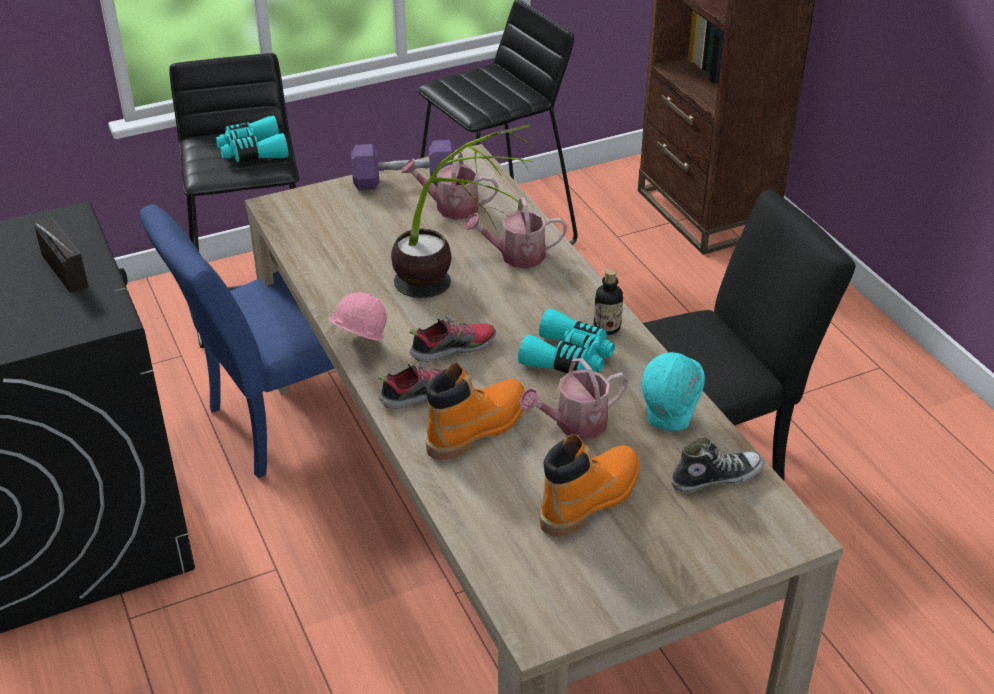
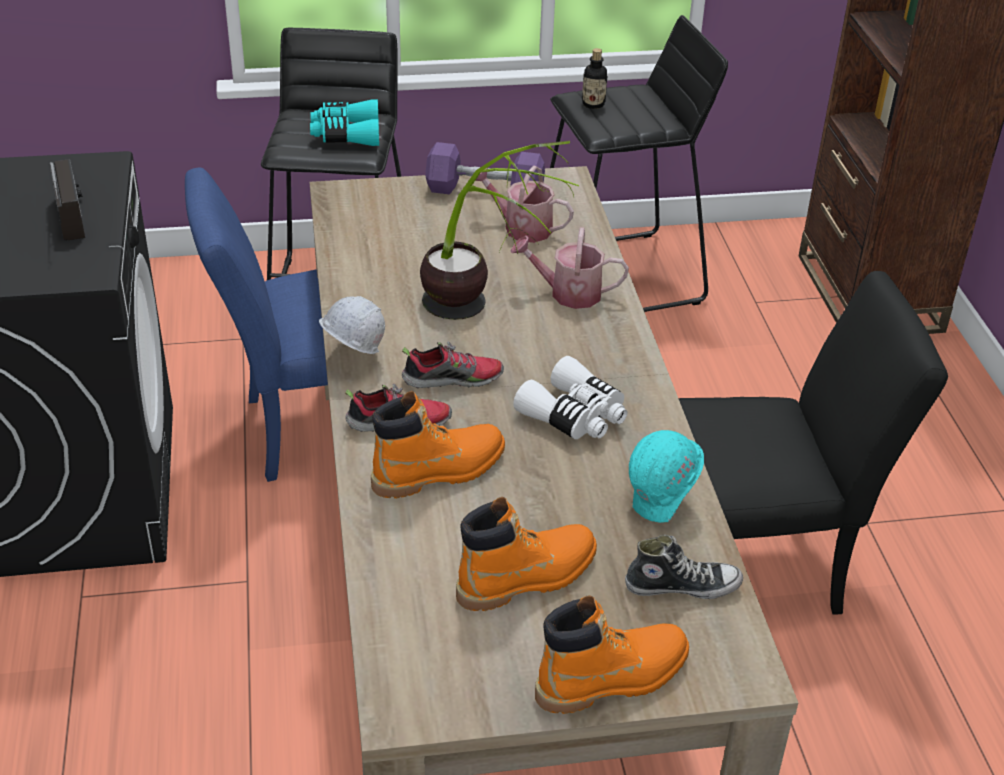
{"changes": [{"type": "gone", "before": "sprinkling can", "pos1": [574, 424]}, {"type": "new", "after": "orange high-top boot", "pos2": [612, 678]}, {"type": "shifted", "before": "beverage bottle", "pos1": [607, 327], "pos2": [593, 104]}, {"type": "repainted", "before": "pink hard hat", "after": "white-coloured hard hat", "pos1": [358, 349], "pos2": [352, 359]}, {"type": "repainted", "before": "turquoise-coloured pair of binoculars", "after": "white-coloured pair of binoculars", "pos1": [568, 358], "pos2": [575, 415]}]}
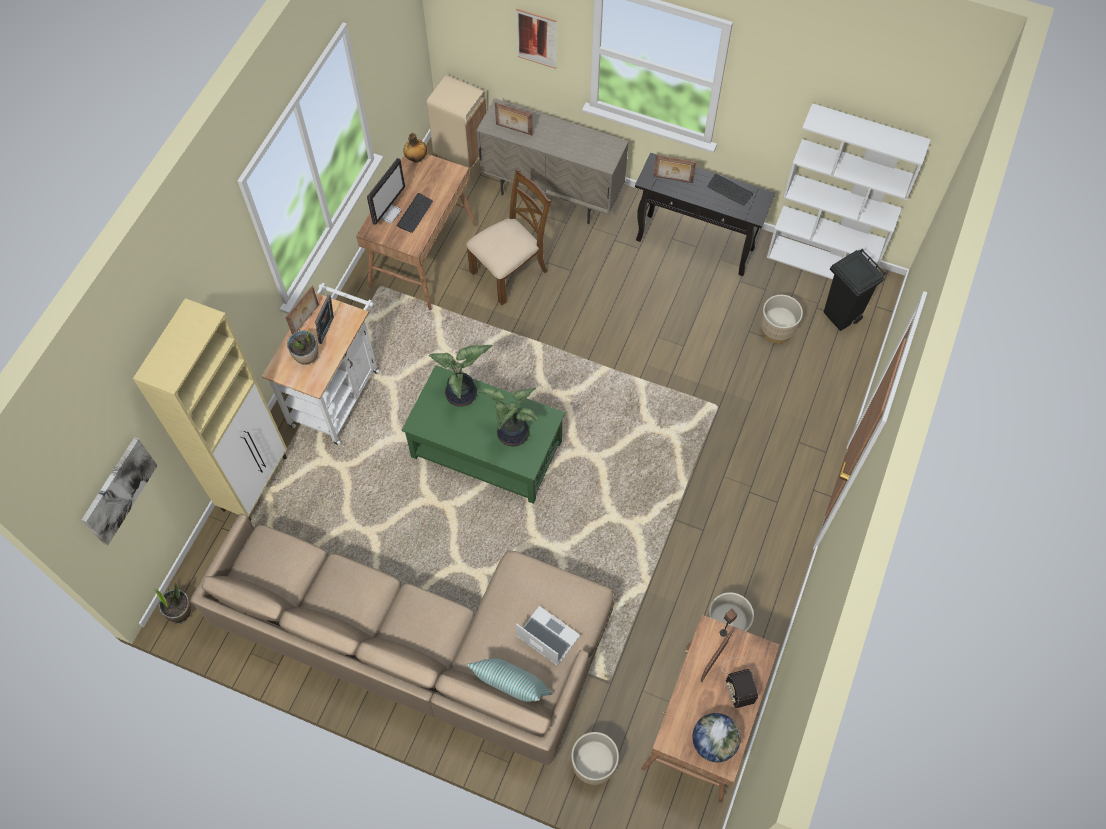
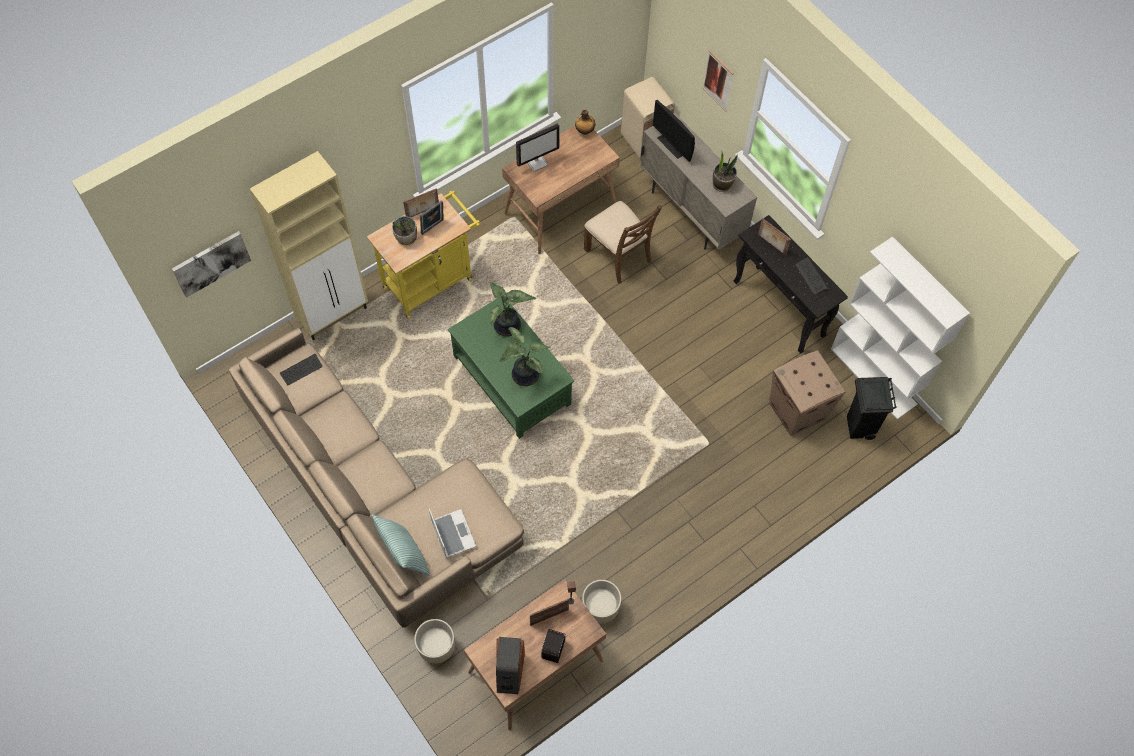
{"changes": [{"type": "shifted", "before": "houseplant", "pos1": [180, 612], "pos2": [722, 184]}, {"type": "shifted", "before": "PC keyboard", "pos1": [415, 213], "pos2": [301, 370]}, {"type": "swapped", "before": "standing frame", "after": "computer screen", "pos1": [514, 130], "pos2": [672, 145]}, {"type": "swapped", "before": "globe", "after": "loudspeaker", "pos1": [713, 742], "pos2": [509, 672]}, {"type": "swapped", "before": "beige planter", "after": "carton", "pos1": [776, 330], "pos2": [798, 410]}, {"type": "repainted", "before": "white-coloured trolley", "after": "yellow trolley", "pos1": [337, 393], "pos2": [432, 280]}, {"type": "rotated", "before": "brownish chair", "pos1": [510, 271], "pos2": [618, 255], "turn": 60}]}
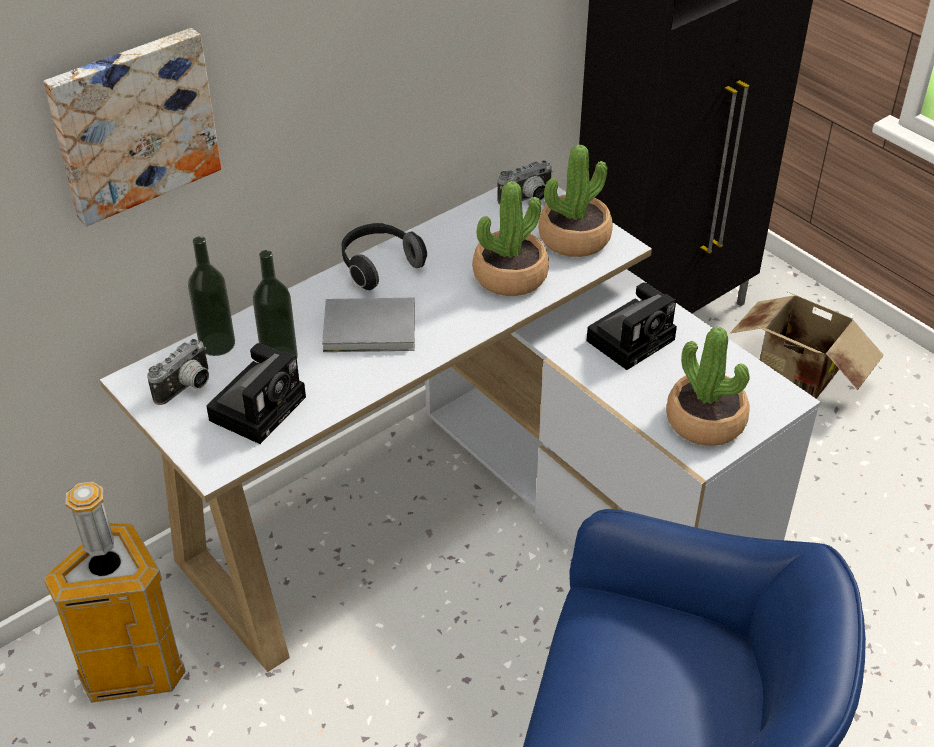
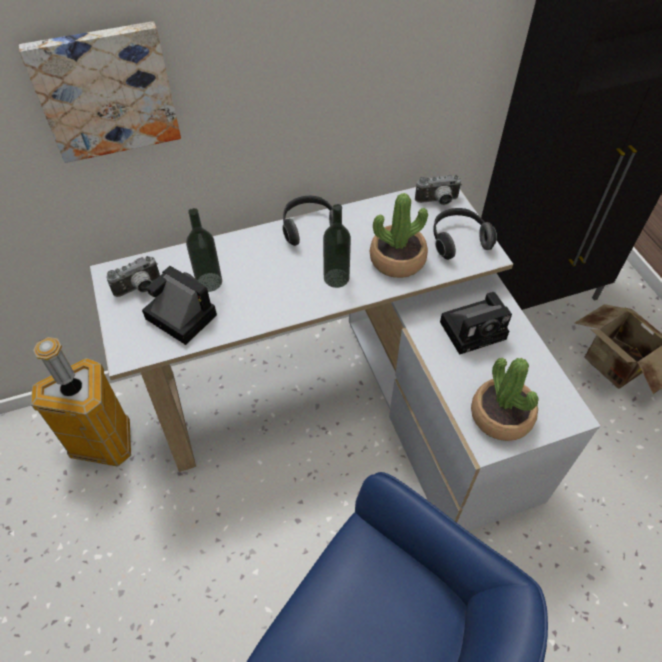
{"changes": [{"type": "gone", "before": "greyish book", "pos1": [372, 329]}, {"type": "shifted", "before": "beverage bottle", "pos1": [217, 344], "pos2": [336, 278]}, {"type": "swapped", "before": "houseplant", "after": "headset", "pos1": [574, 238], "pos2": [458, 241]}, {"type": "rotated", "before": "still camera", "pos1": [259, 406], "pos2": [178, 316], "turn": -105}]}
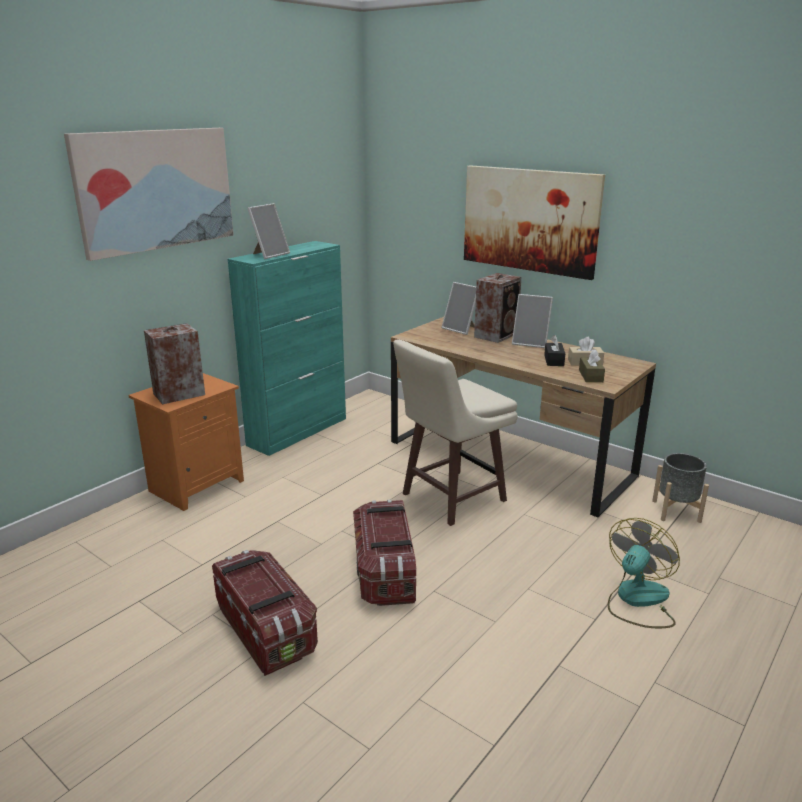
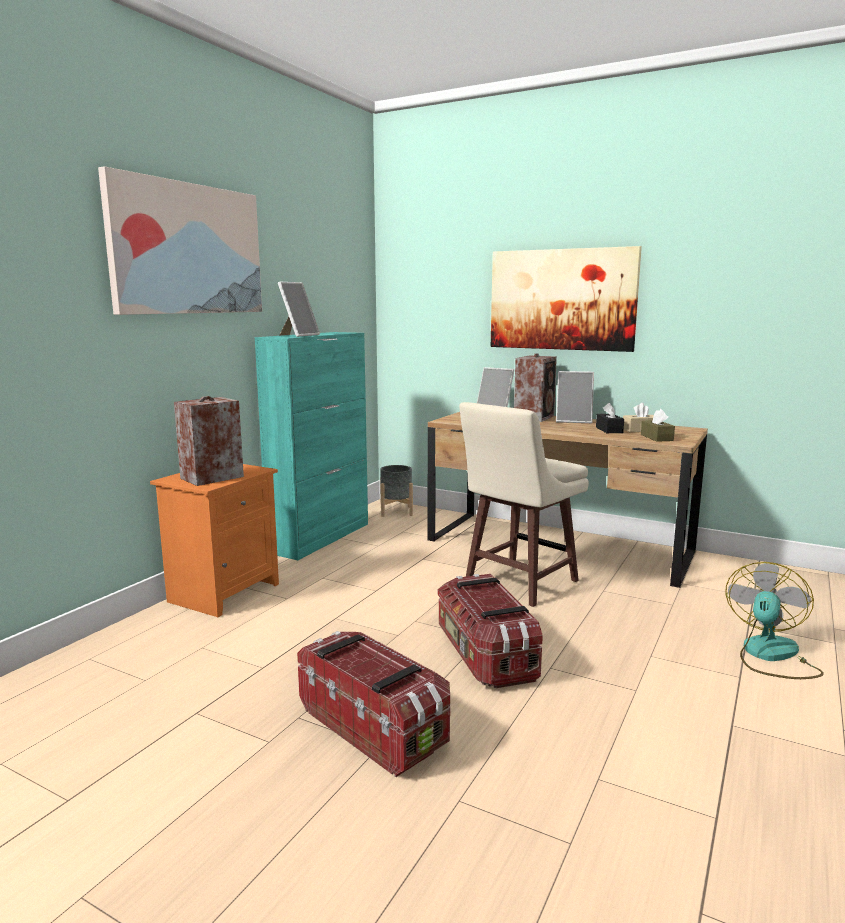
{"changes": [{"type": "shifted", "before": "greyish planter", "pos1": [676, 511], "pos2": [396, 511]}]}
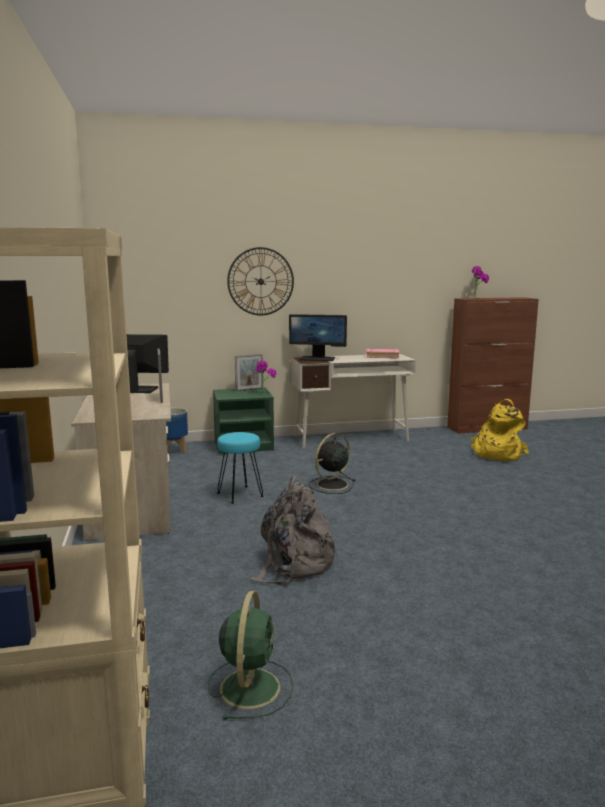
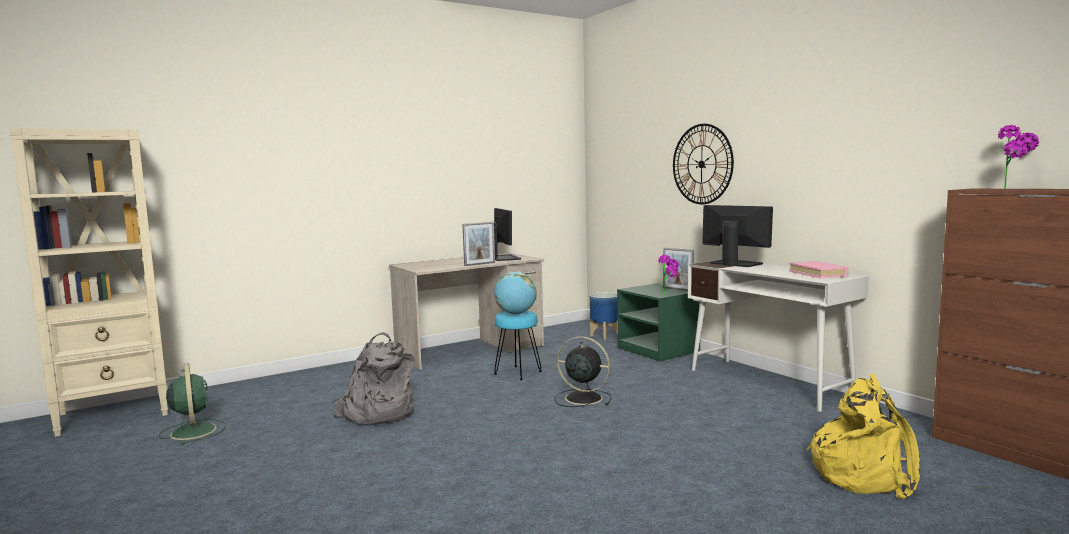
{"changes": [{"type": "new", "after": "globe", "pos2": [516, 314]}, {"type": "rotated", "before": "green-coloured electric fan", "pos1": [250, 686], "pos2": [193, 431], "turn": -105}, {"type": "rotated", "before": "computer screen", "pos1": [317, 359], "pos2": [735, 263], "turn": 150}]}
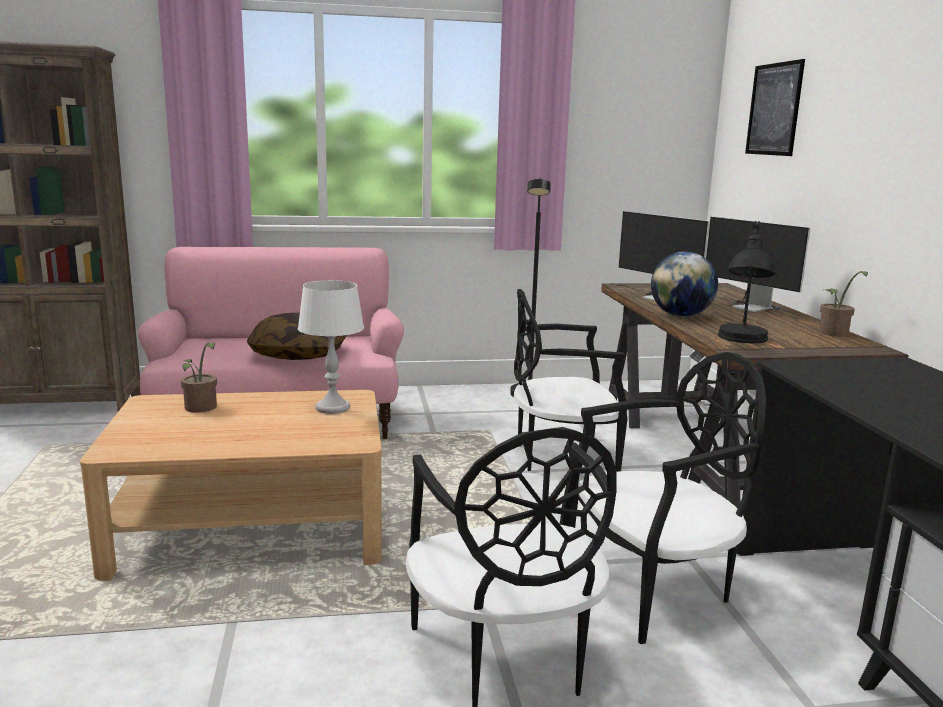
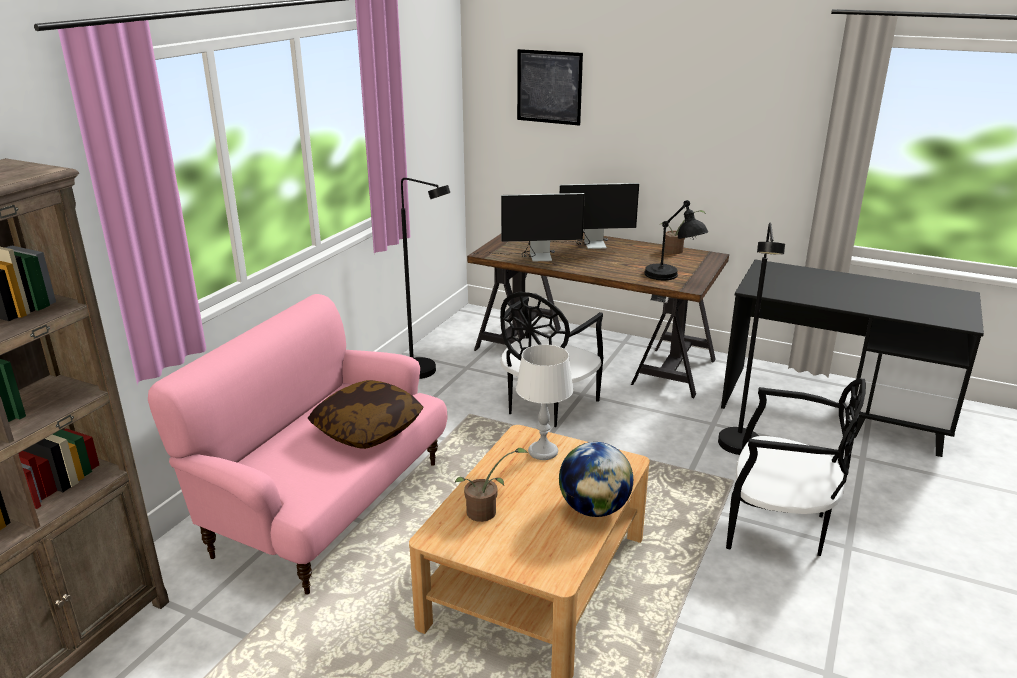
{"changes": [{"type": "shifted", "before": "globe", "pos1": [680, 315], "pos2": [594, 509]}, {"type": "swapped", "before": "blackish chair", "after": "blackish standing lamp", "pos1": [653, 588], "pos2": [739, 450]}]}
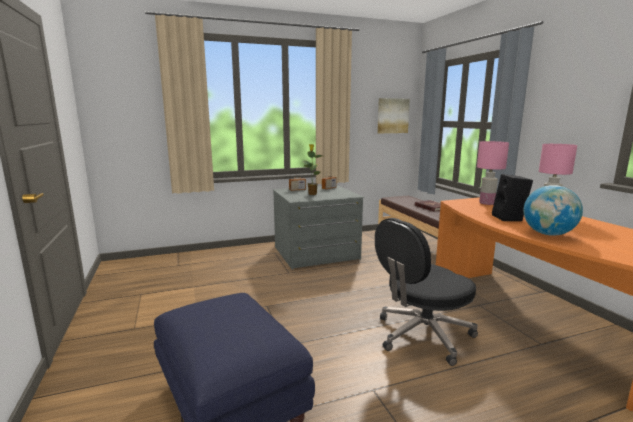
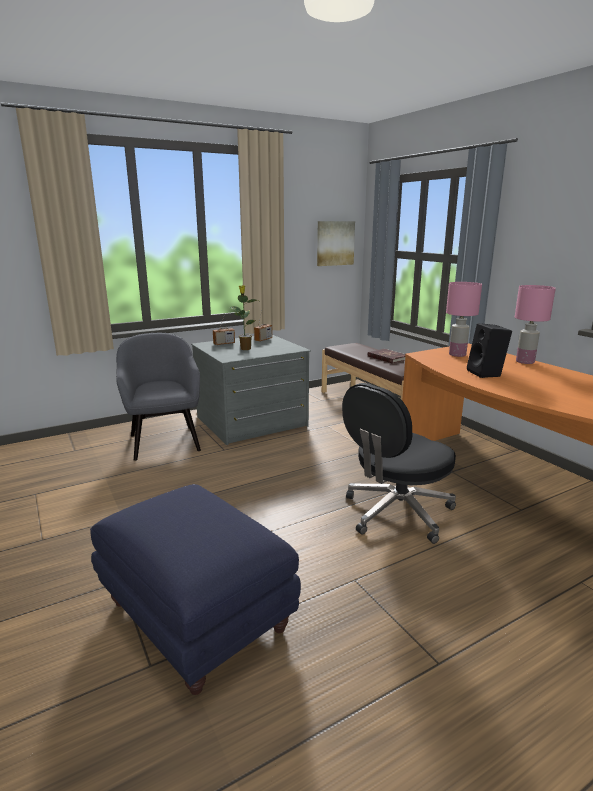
{"changes": [{"type": "gone", "before": "globe", "pos1": [548, 234]}, {"type": "new", "after": "greyish easy chair", "pos2": [164, 441]}]}
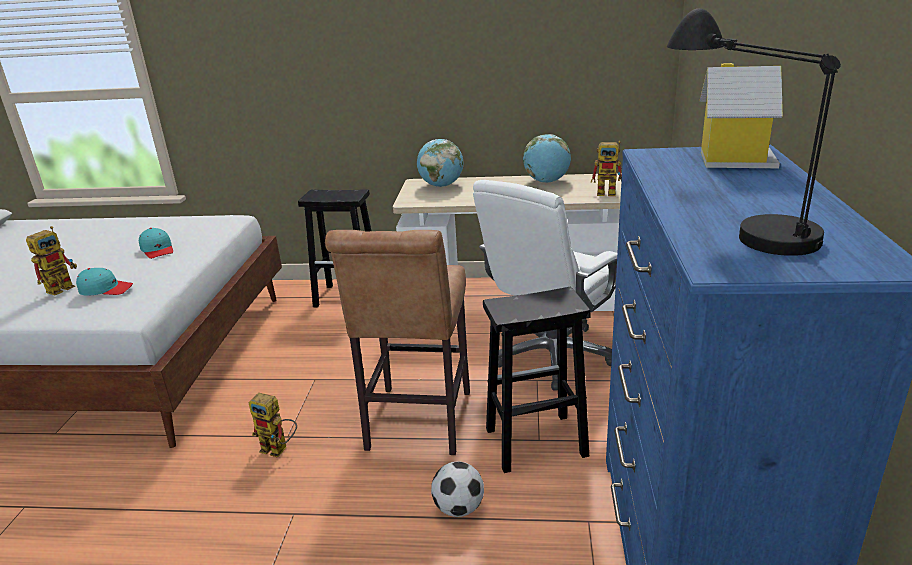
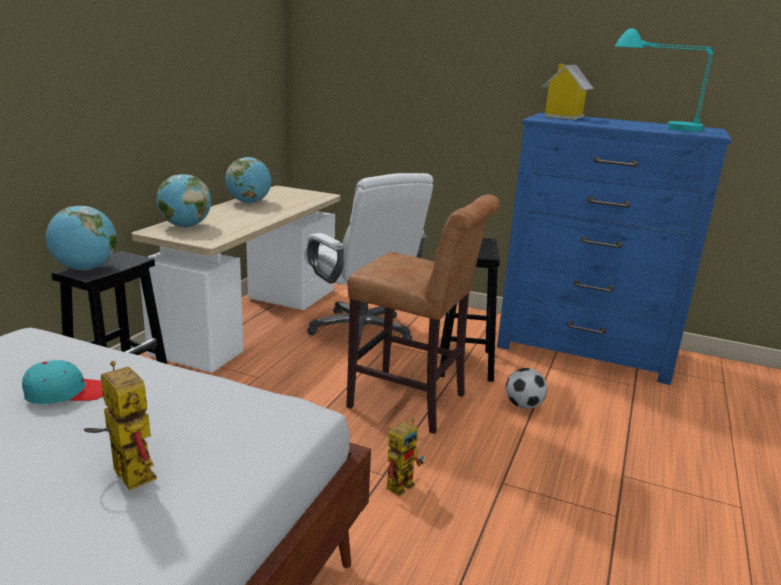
{"changes": [{"type": "gone", "before": "turquoise-coloured cap", "pos1": [106, 289]}, {"type": "gone", "before": "toy robot", "pos1": [611, 193]}, {"type": "new", "after": "globe", "pos2": [86, 269]}, {"type": "repainted", "before": "blackish lamp for a table", "after": "turquoise-coloured lamp for a table", "pos1": [732, 218], "pos2": [655, 127]}]}
